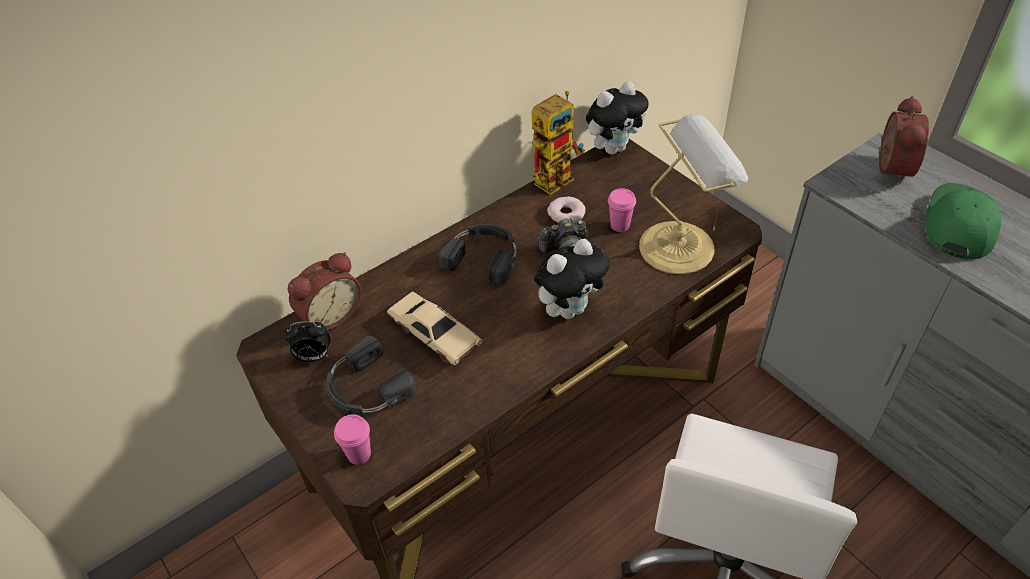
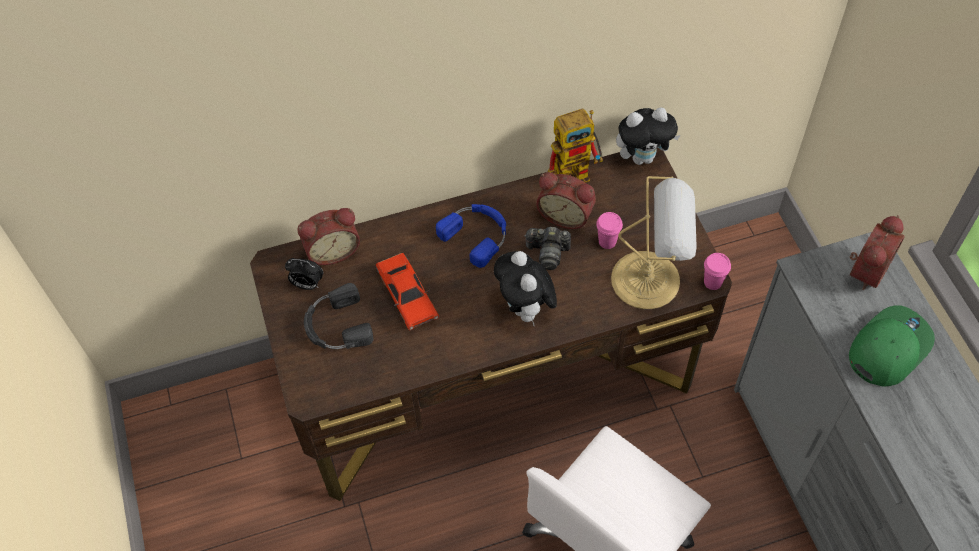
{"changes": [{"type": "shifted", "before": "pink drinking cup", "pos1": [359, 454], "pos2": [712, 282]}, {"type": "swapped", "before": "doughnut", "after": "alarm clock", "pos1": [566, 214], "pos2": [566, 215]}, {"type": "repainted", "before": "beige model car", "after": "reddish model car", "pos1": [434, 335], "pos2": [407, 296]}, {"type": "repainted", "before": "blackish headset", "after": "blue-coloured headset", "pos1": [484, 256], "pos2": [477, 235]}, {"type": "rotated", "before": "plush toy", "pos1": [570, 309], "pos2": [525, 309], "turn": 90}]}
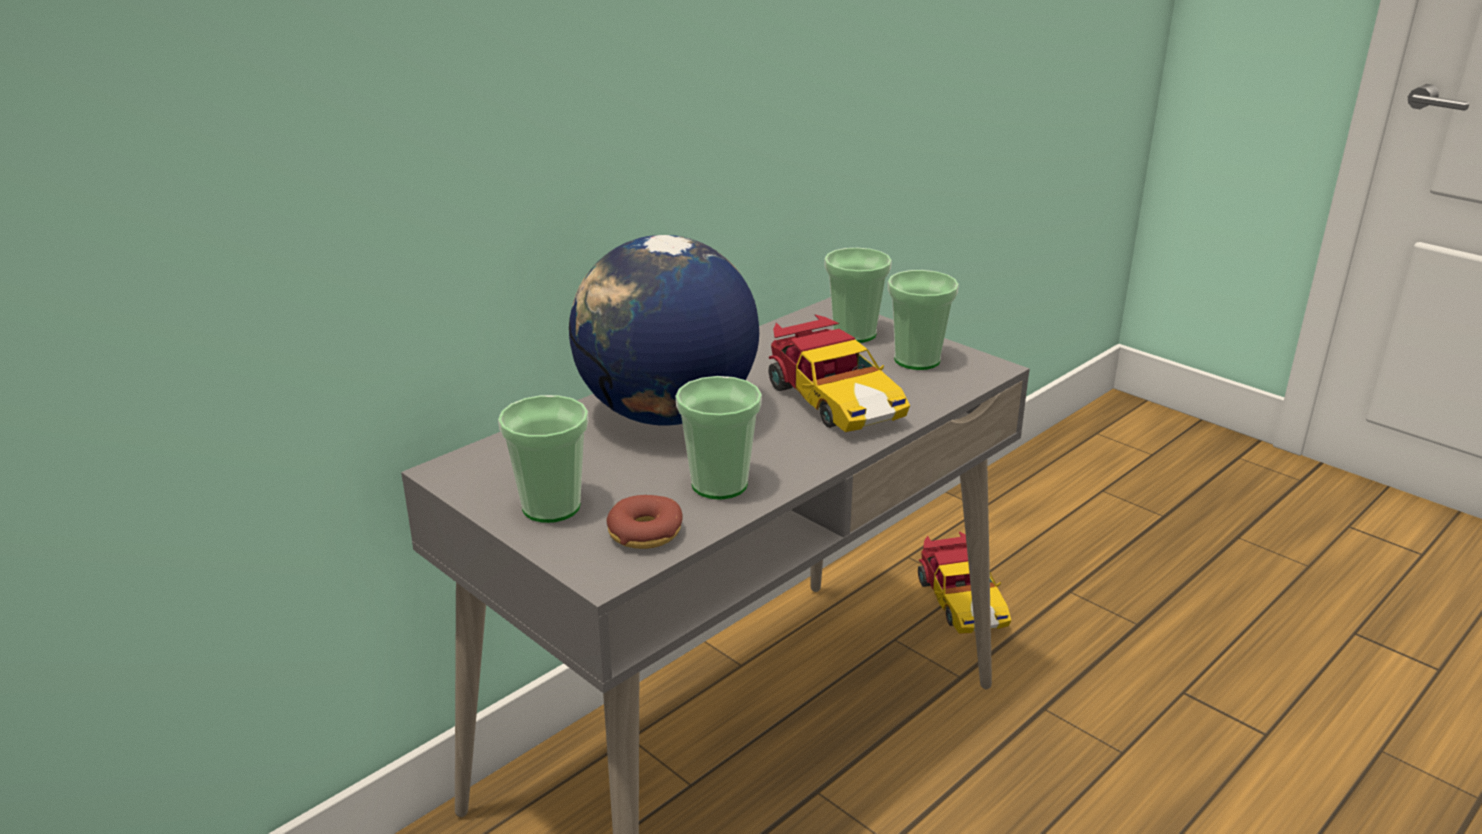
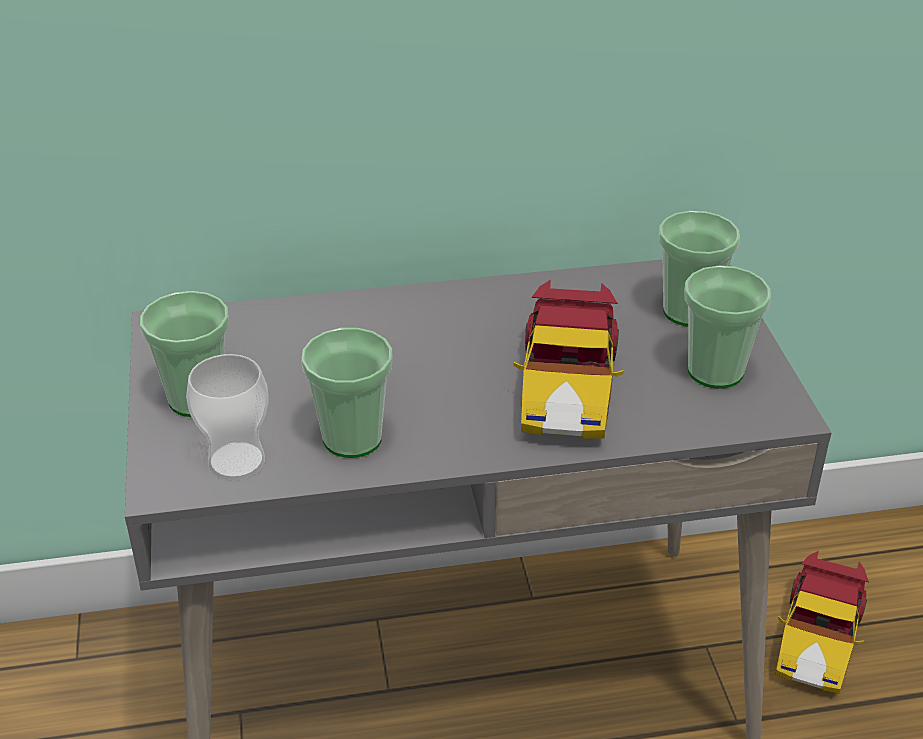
{"changes": [{"type": "gone", "before": "globe", "pos1": [666, 414]}, {"type": "swapped", "before": "doughnut", "after": "drinking cup", "pos1": [645, 533], "pos2": [236, 461]}]}
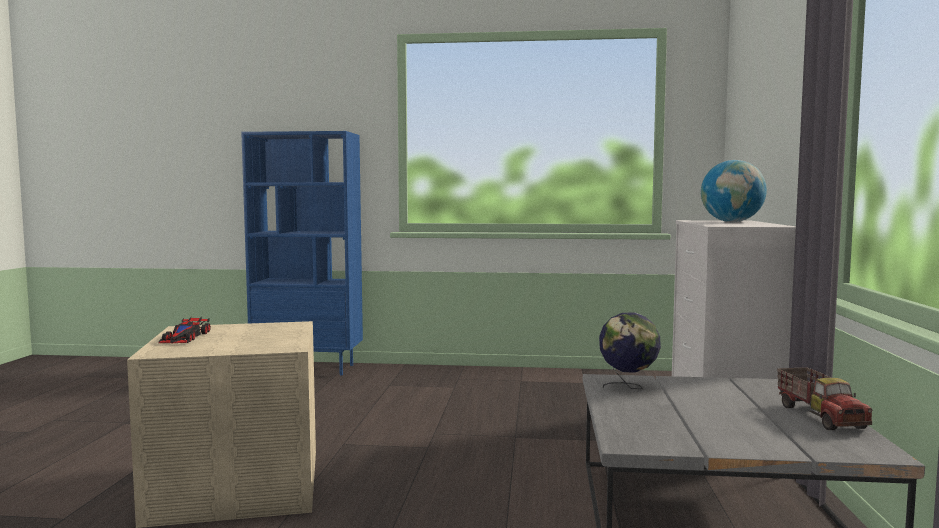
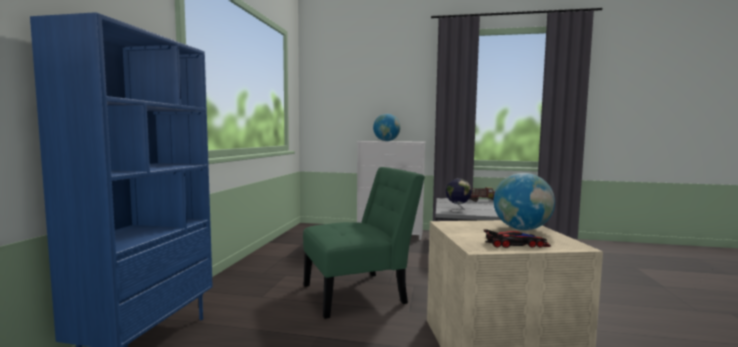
{"changes": [{"type": "new", "after": "green-coloured chair", "pos2": [359, 293]}, {"type": "new", "after": "globe", "pos2": [522, 229]}]}
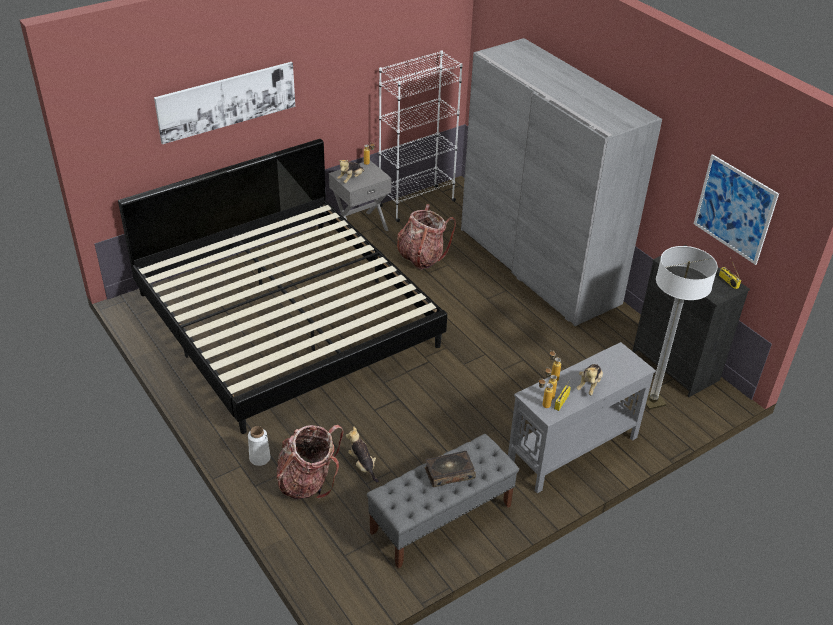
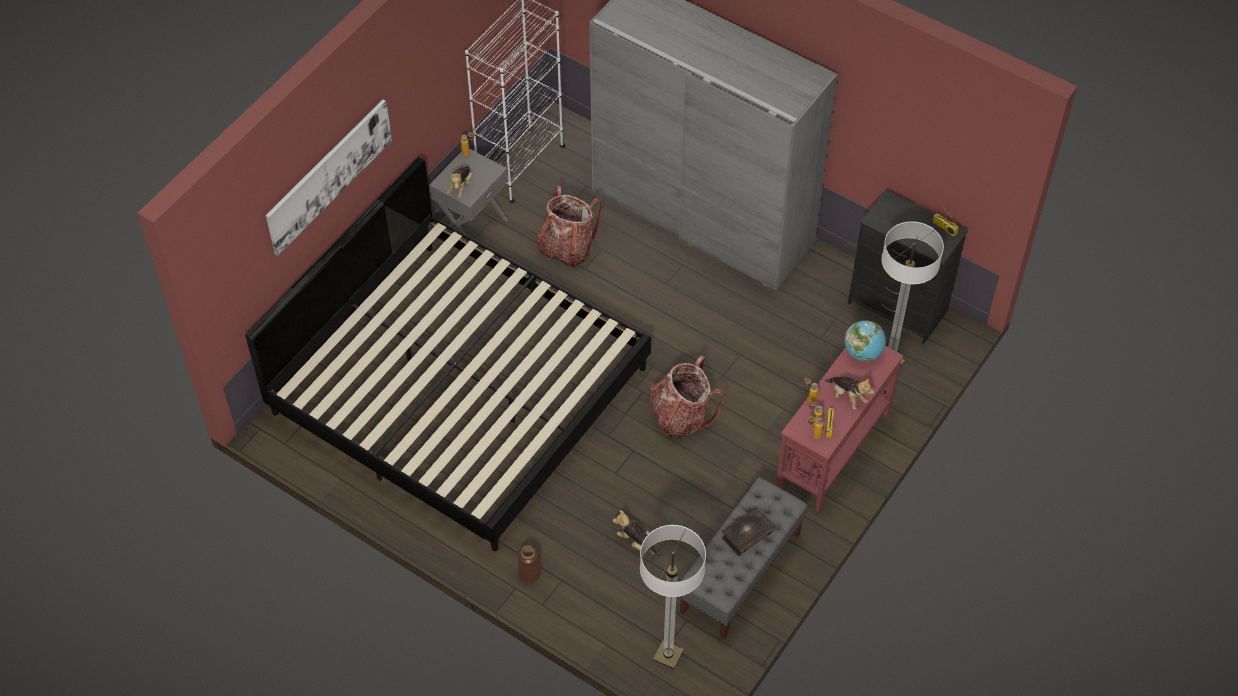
{"changes": [{"type": "gone", "before": "wall art", "pos1": [734, 209]}, {"type": "new", "after": "standing lamp", "pos2": [668, 655]}, {"type": "new", "after": "globe", "pos2": [863, 352]}, {"type": "shifted", "before": "knapsack", "pos1": [308, 481], "pos2": [681, 416]}, {"type": "repainted", "before": "white-coloured flower vase", "after": "brownish flower vase", "pos1": [259, 458], "pos2": [529, 572]}, {"type": "repainted", "before": "greyish narrow table", "after": "reddish narrow table", "pos1": [572, 450], "pos2": [832, 449]}, {"type": "rotated", "before": "plush toy", "pos1": [589, 385], "pos2": [847, 397], "turn": -45}]}
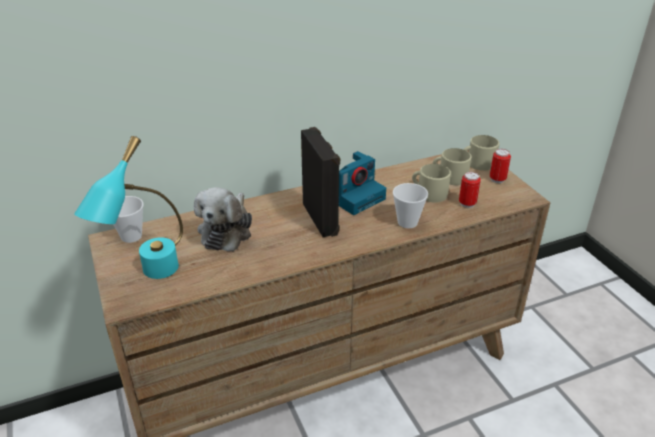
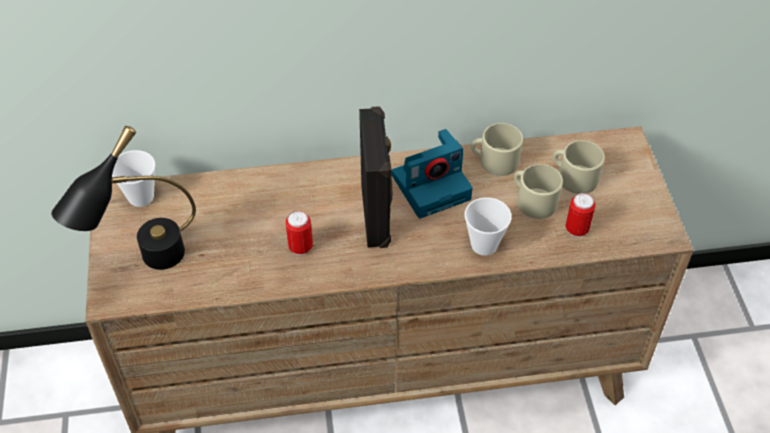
{"changes": [{"type": "gone", "before": "plush toy", "pos1": [226, 230]}, {"type": "shifted", "before": "beige mug", "pos1": [477, 163], "pos2": [494, 161]}, {"type": "shifted", "before": "sealed can", "pos1": [497, 179], "pos2": [300, 247]}, {"type": "repainted", "before": "turquoise-coloured lamp for a table", "after": "blackish lamp for a table", "pos1": [148, 277], "pos2": [146, 265]}]}
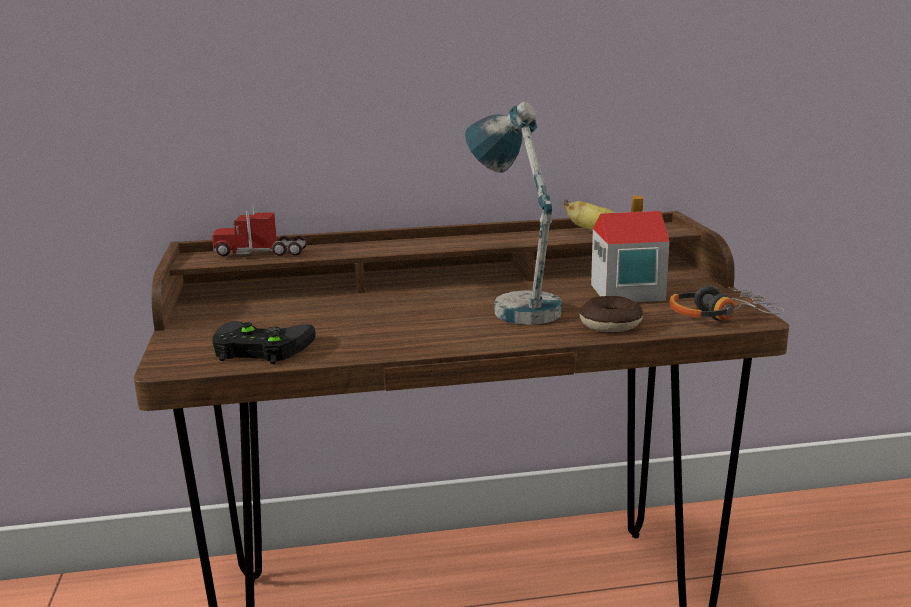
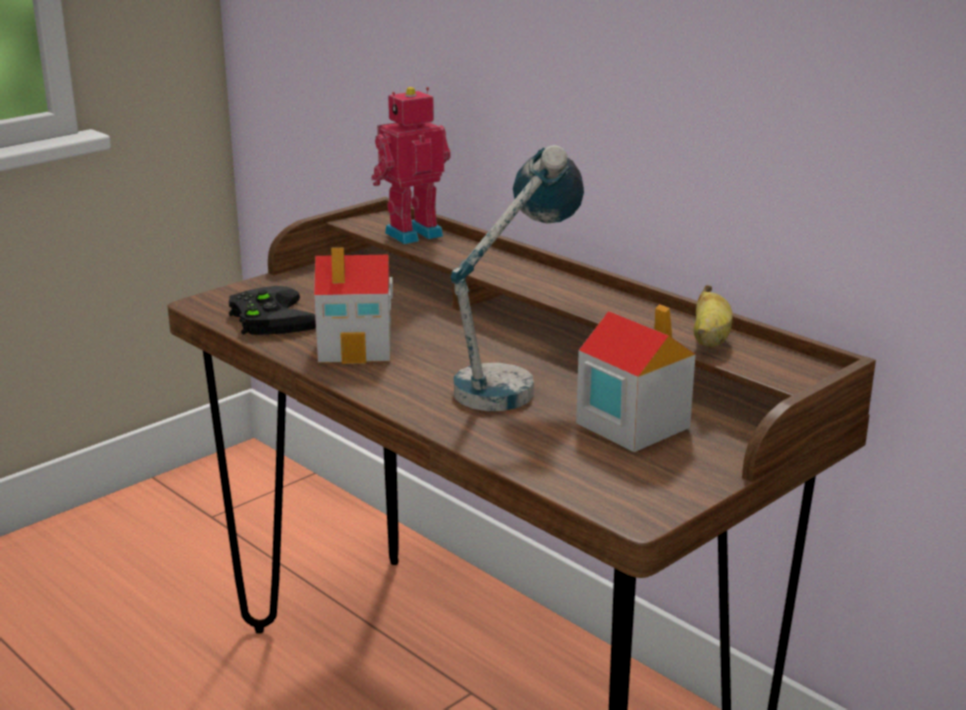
{"changes": [{"type": "gone", "before": "doughnut", "pos1": [610, 324]}, {"type": "gone", "before": "headset", "pos1": [720, 315]}, {"type": "new", "after": "miniature house", "pos2": [357, 347]}, {"type": "swapped", "before": "model truck", "after": "toy robot", "pos1": [261, 252], "pos2": [411, 233]}]}
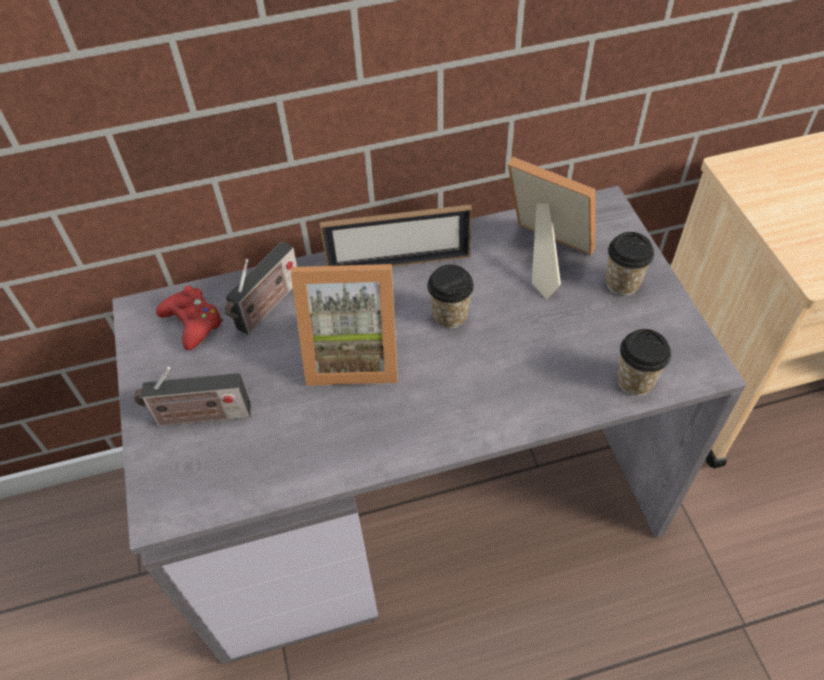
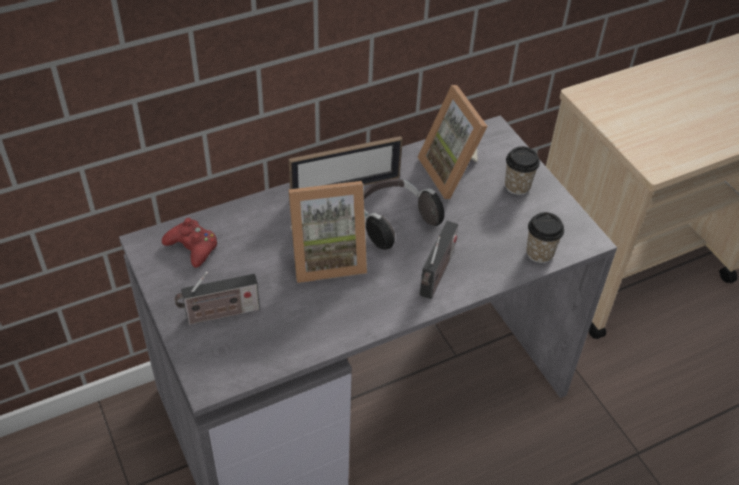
{"changes": [{"type": "shifted", "before": "radio set", "pos1": [267, 307], "pos2": [437, 275]}, {"type": "swapped", "before": "drinking cup", "after": "headset", "pos1": [450, 315], "pos2": [394, 222]}, {"type": "rotated", "before": "standing frame", "pos1": [542, 256], "pos2": [454, 172], "turn": -135}]}
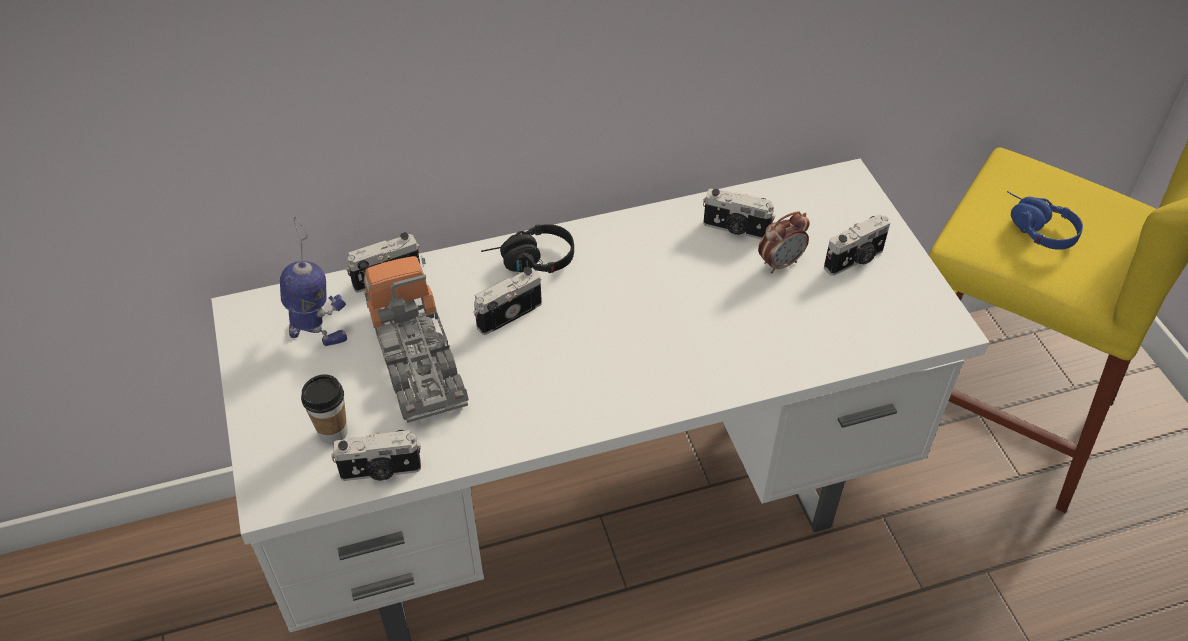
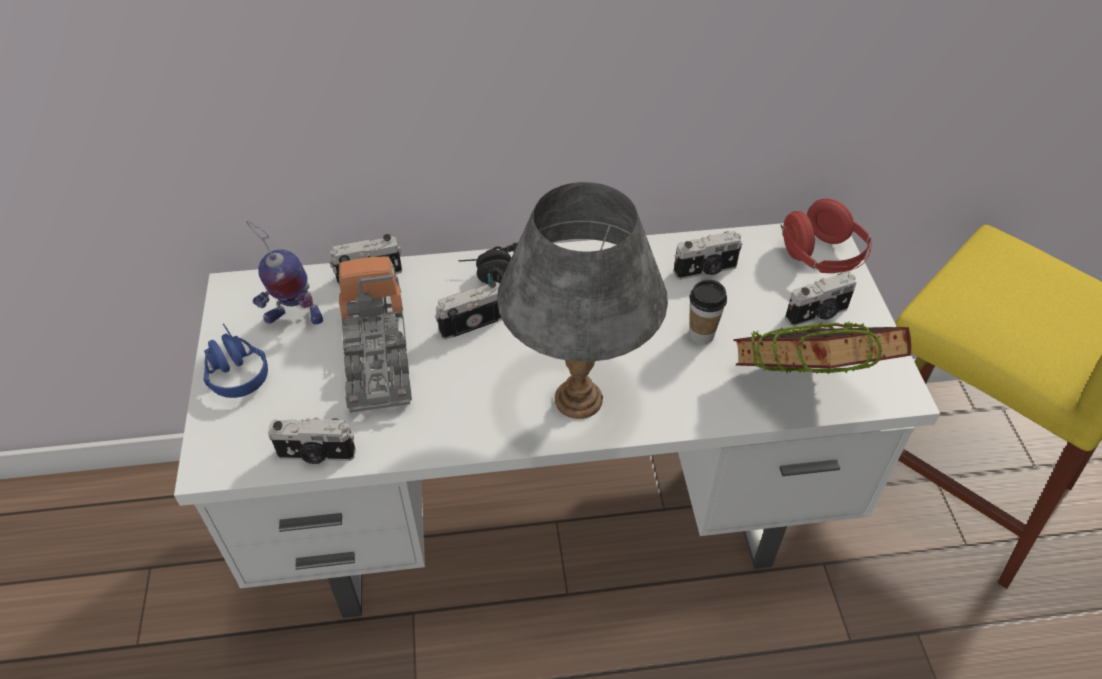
{"changes": [{"type": "gone", "before": "alarm clock", "pos1": [780, 263]}, {"type": "new", "after": "greyish lamp for a table", "pos2": [579, 398]}, {"type": "new", "after": "book", "pos2": [804, 390]}, {"type": "new", "after": "reddish headset", "pos2": [821, 257]}, {"type": "shifted", "before": "drinking cup", "pos1": [333, 432], "pos2": [701, 335]}, {"type": "shifted", "before": "blue-coloured headset", "pos1": [1034, 228], "pos2": [233, 369]}, {"type": "rotated", "before": "toy robot", "pos1": [317, 333], "pos2": [293, 317], "turn": 150}, {"type": "rotated", "before": "still camera", "pos1": [735, 229], "pos2": [706, 271], "turn": -45}]}
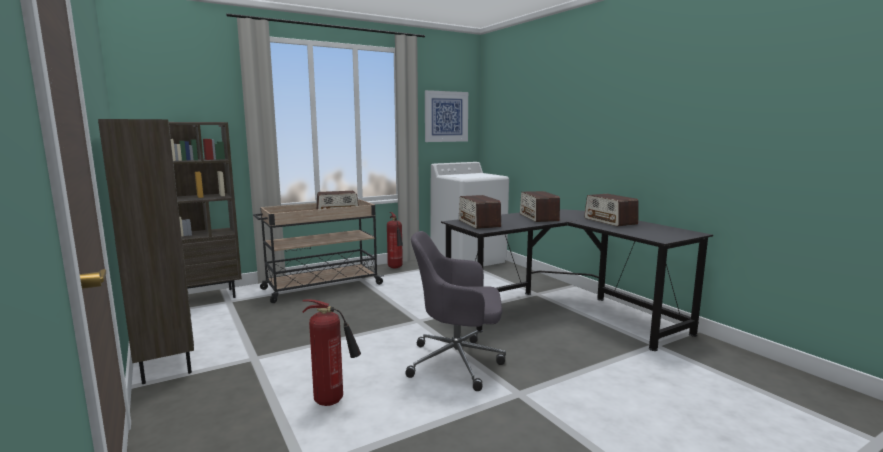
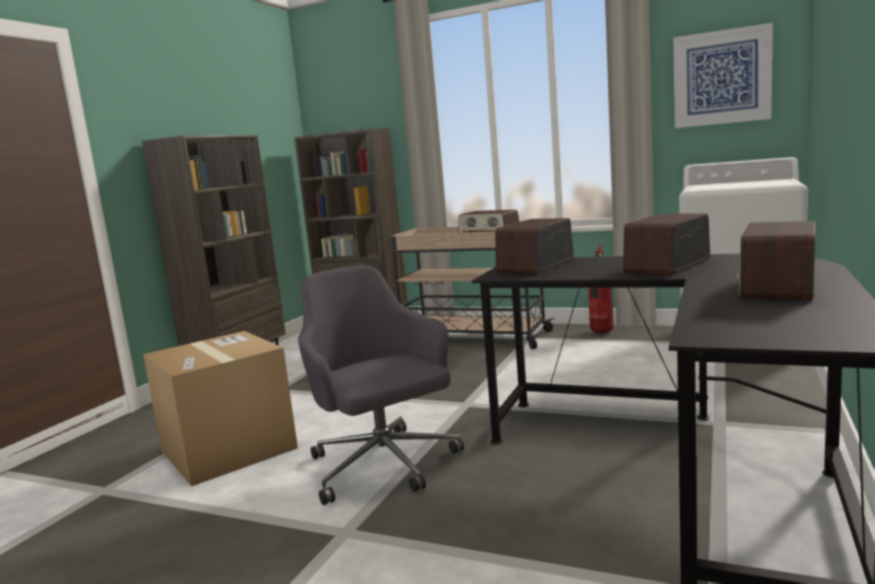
{"changes": [{"type": "swapped", "before": "fire extinguisher", "after": "carton", "pos1": [333, 401], "pos2": [228, 449]}]}
